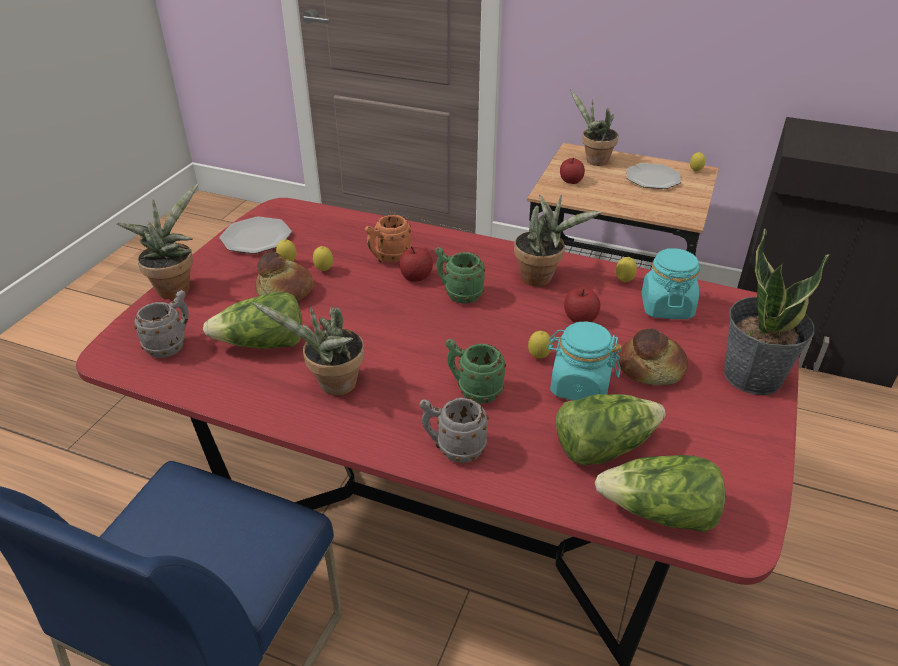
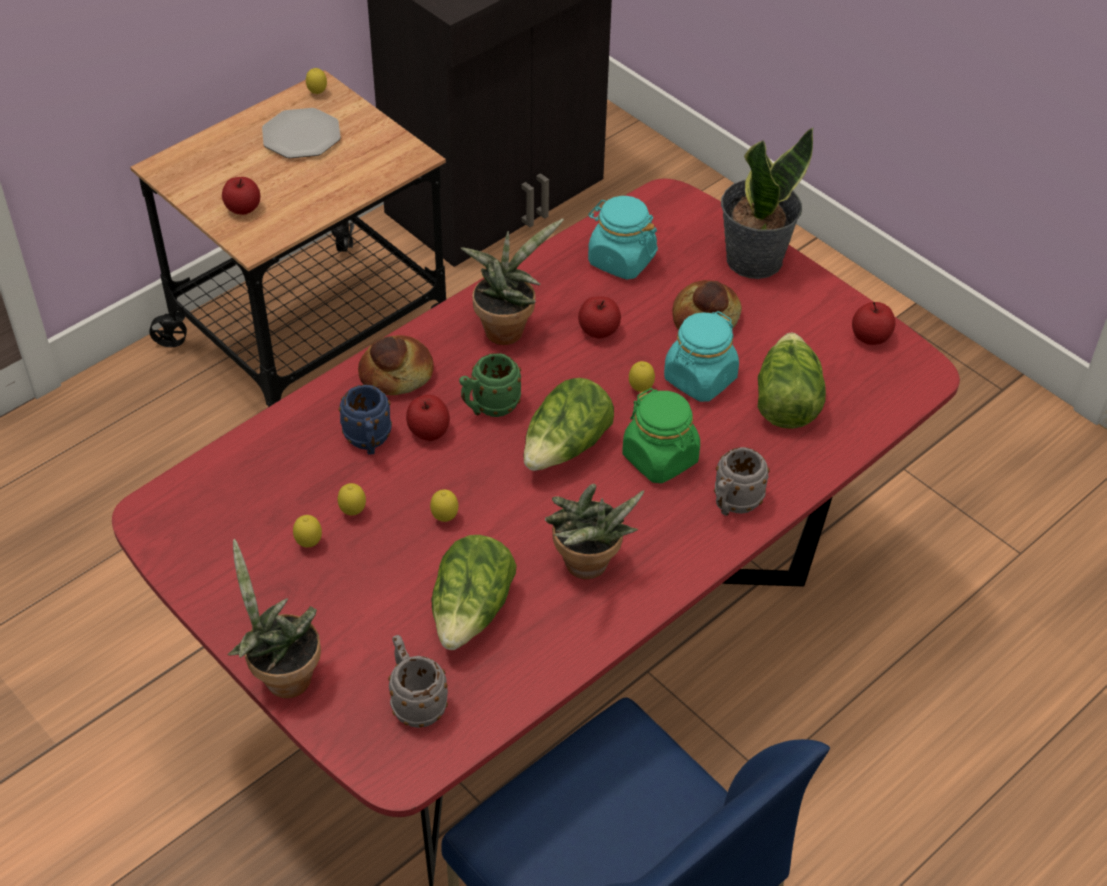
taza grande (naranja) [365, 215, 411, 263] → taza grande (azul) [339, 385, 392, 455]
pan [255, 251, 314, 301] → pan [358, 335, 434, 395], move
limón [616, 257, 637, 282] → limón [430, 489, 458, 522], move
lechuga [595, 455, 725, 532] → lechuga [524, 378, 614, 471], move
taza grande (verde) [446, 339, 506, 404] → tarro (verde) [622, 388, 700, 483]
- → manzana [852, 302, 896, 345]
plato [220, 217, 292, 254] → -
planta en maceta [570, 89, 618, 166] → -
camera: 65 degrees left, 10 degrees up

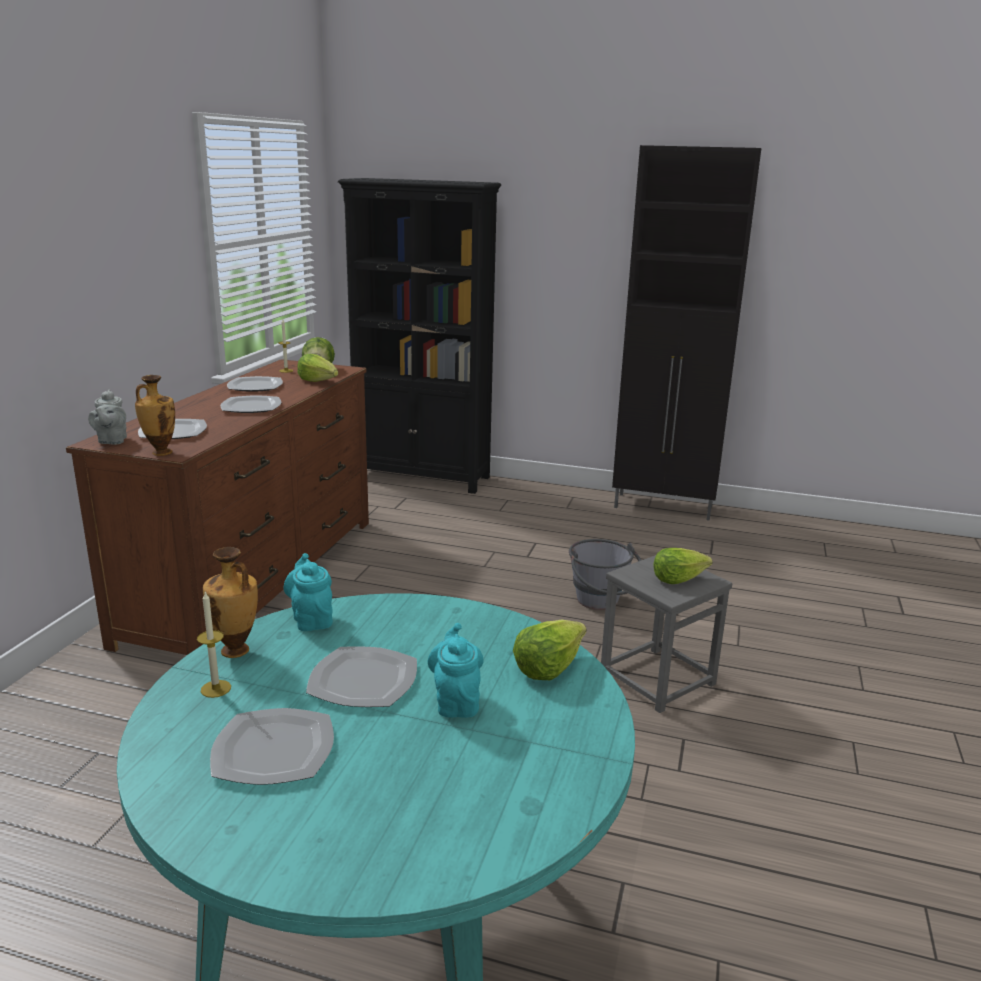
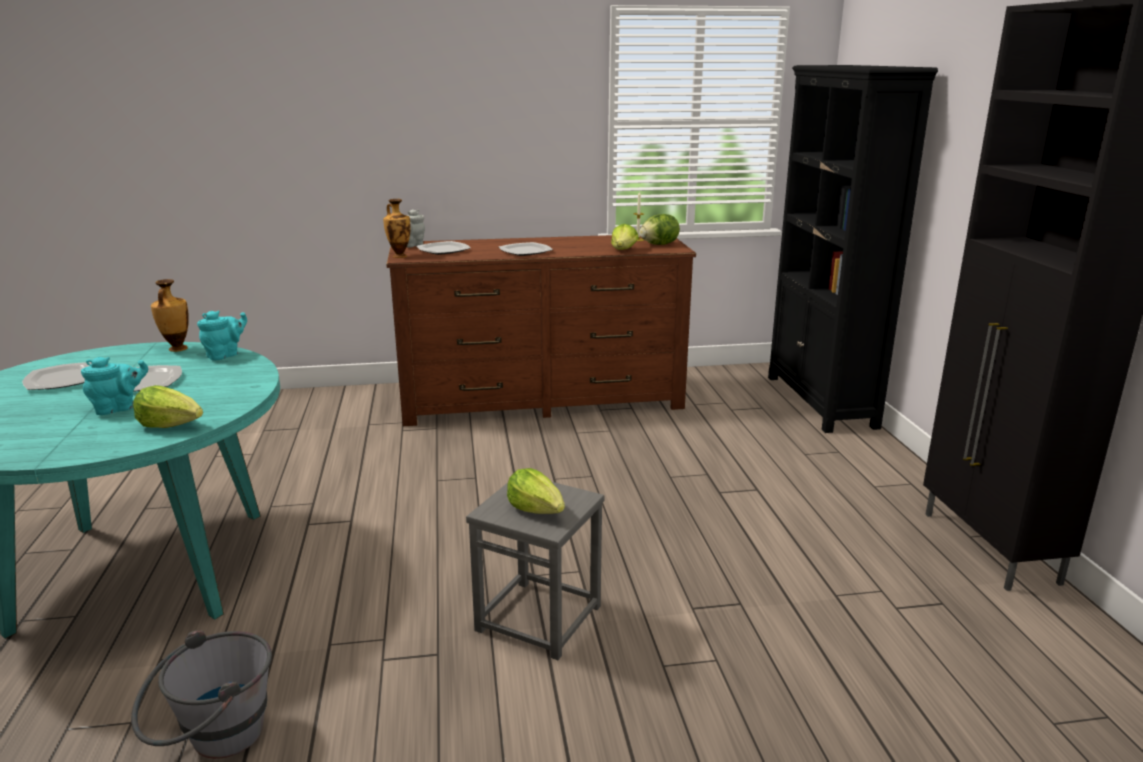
cubo (gris) [569, 539, 641, 610] → cubo (gris) [131, 630, 272, 759], move
vela [197, 592, 231, 698] → -
plato [227, 376, 283, 392] → -
camera: 65 degrees right, 0 degrees up

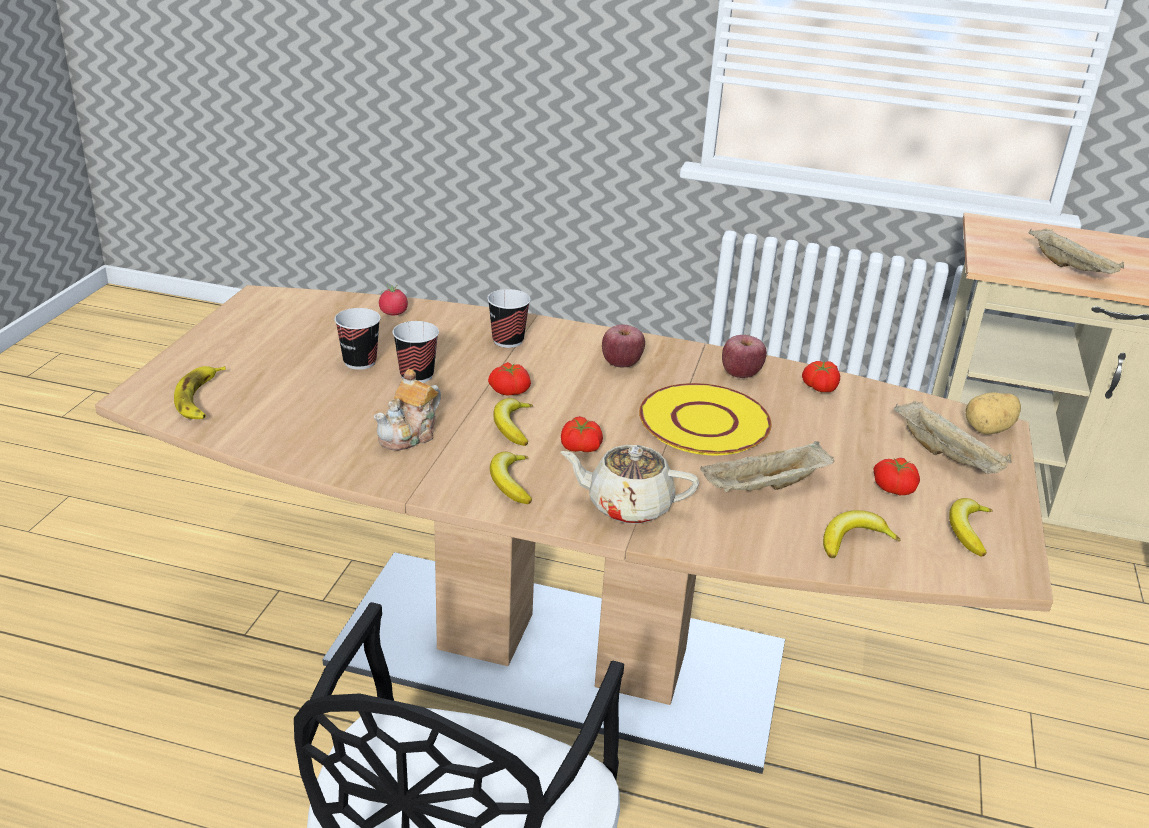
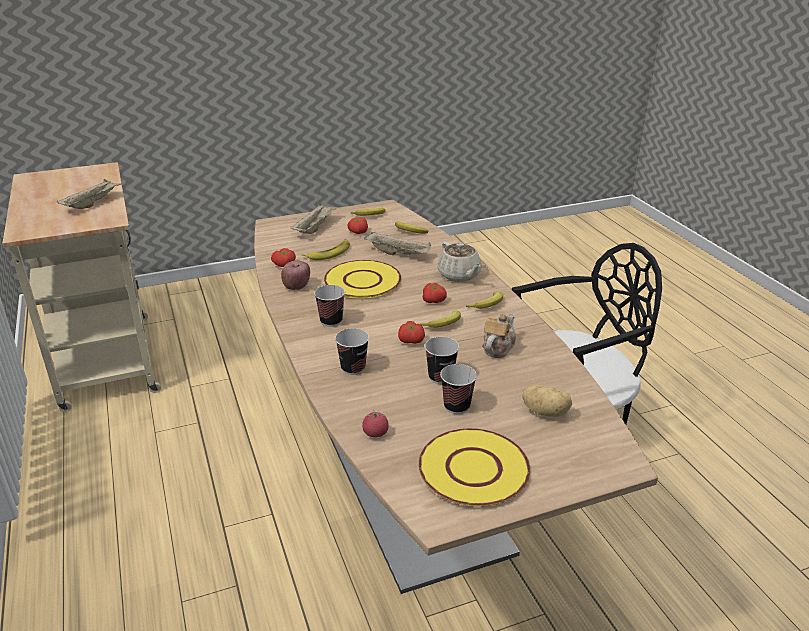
plátano [174, 366, 226, 419] → plátano [302, 239, 350, 260], move
manzana [602, 325, 645, 367] → taza [314, 285, 345, 327]
- → plato (amarillo) [418, 428, 530, 506]
tetera [374, 369, 441, 451] → tetera [482, 314, 516, 358], 60 degrees counterclockwise
patata [965, 392, 1021, 434] → patata [522, 385, 572, 417], move
camera: 125 degrees left, 0 degrees up

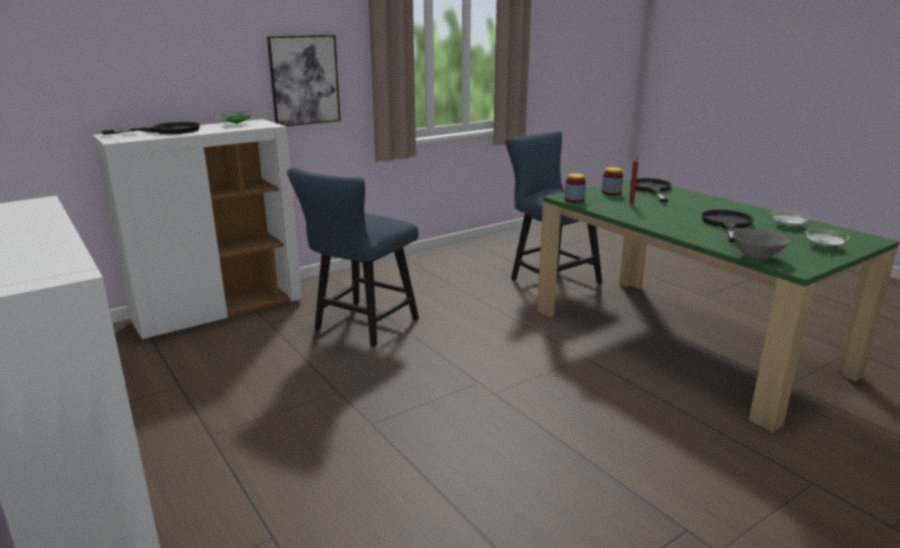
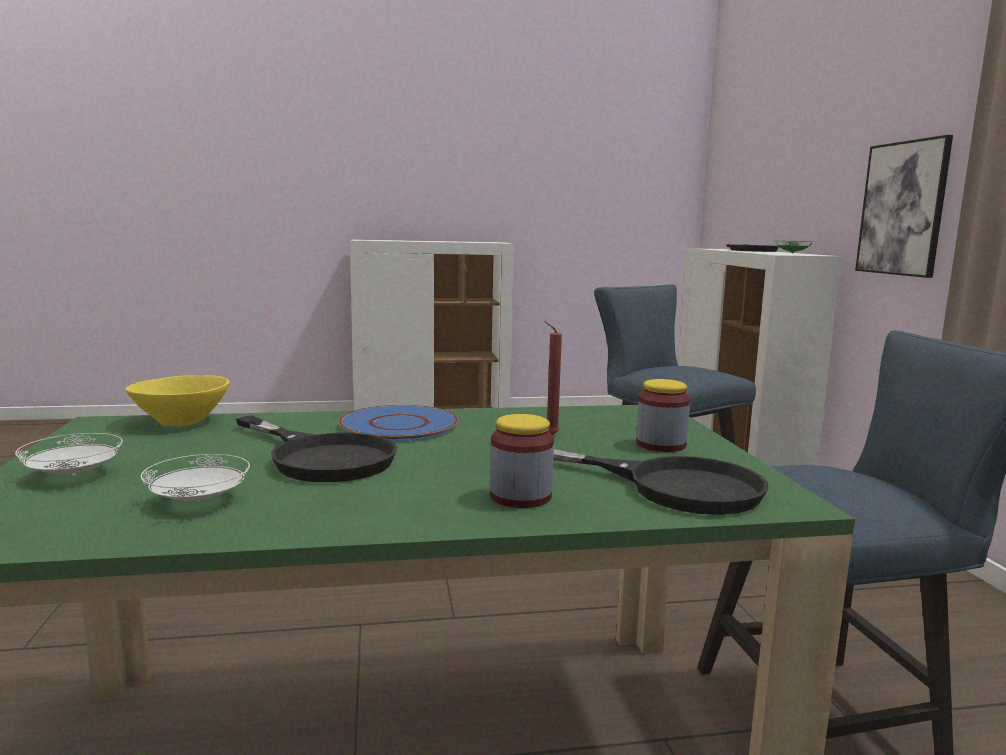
cuenco (gris) [733, 229, 790, 260] → cuenco (amarillo) [125, 375, 229, 426]
- → plato (azul) [338, 405, 459, 441]
tarro [564, 173, 586, 203] → tarro [490, 414, 554, 508], move
camera: 115 degrees right, 10 degrees down

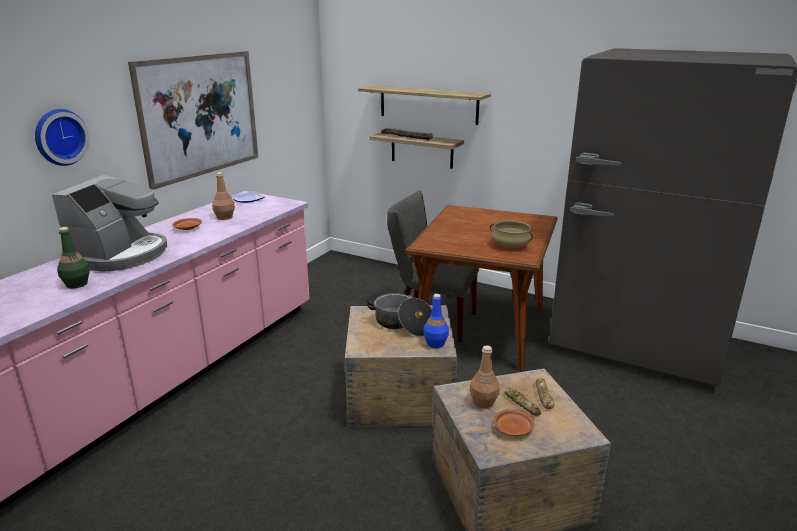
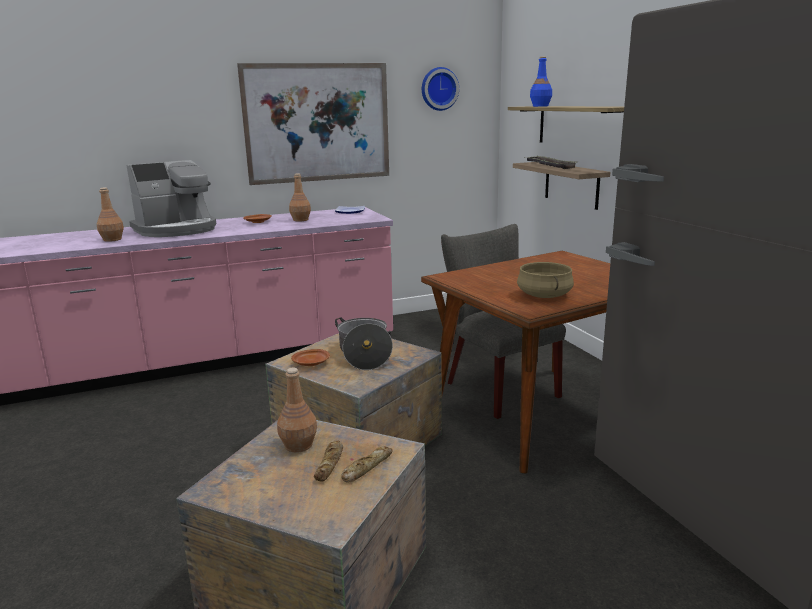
botella (verde) [57, 227, 90, 288] → botella (marrón) [97, 187, 124, 242]
plato (marrón) [494, 410, 535, 436] → plato (marrón) [291, 349, 330, 366], move
reloj de pared [35, 109, 90, 166] → reloj de pared [422, 67, 459, 111], move
botella (azul) [423, 294, 449, 348] → botella (azul) [530, 56, 552, 107], move
camera: 40 degrees right, 5 degrees down

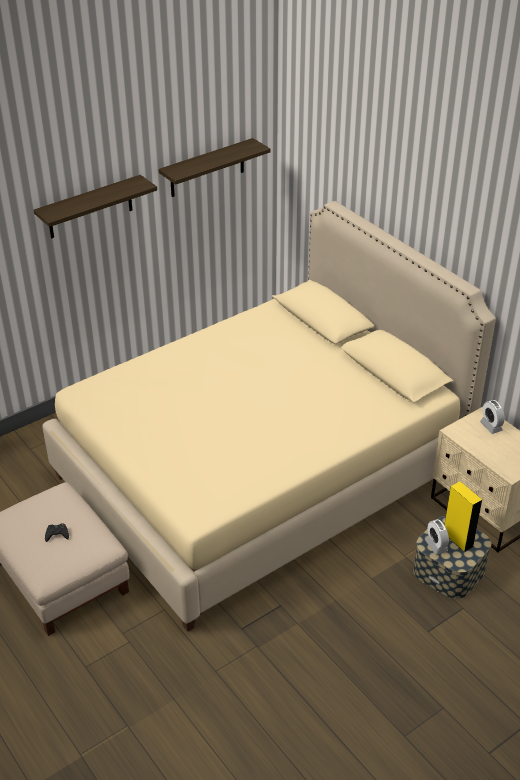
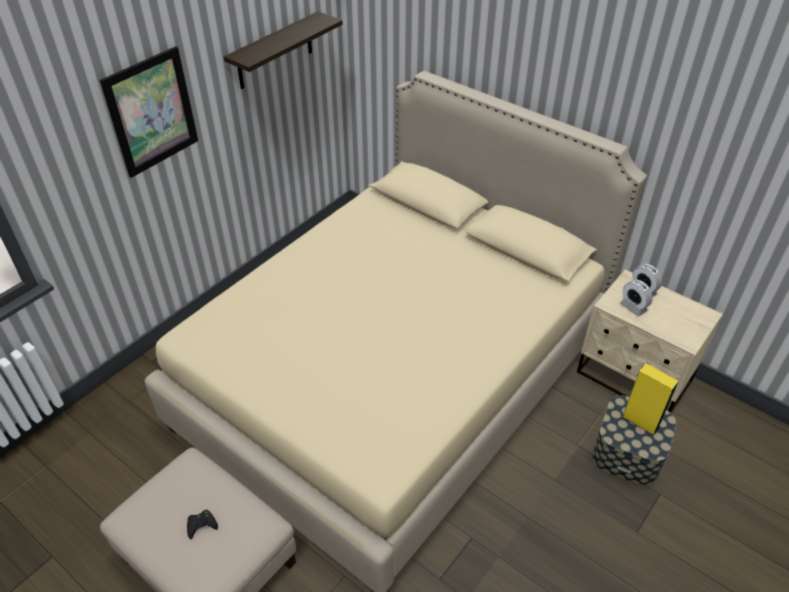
estante [34, 175, 157, 238] → cuadro [100, 46, 198, 178]
despertador [425, 519, 449, 555] → despertador [620, 280, 653, 317], move
camera: 15 degrees left, 5 degrees up

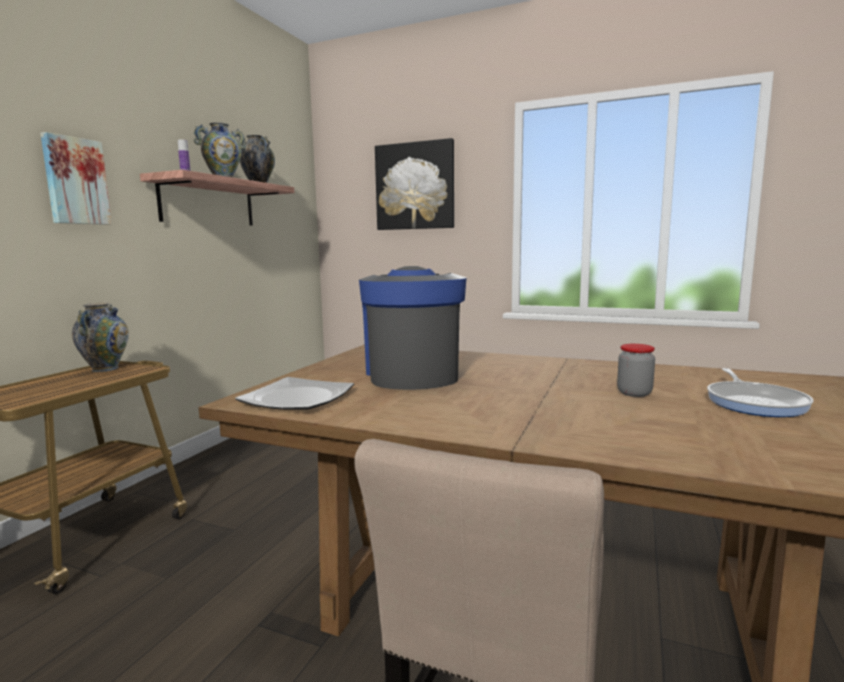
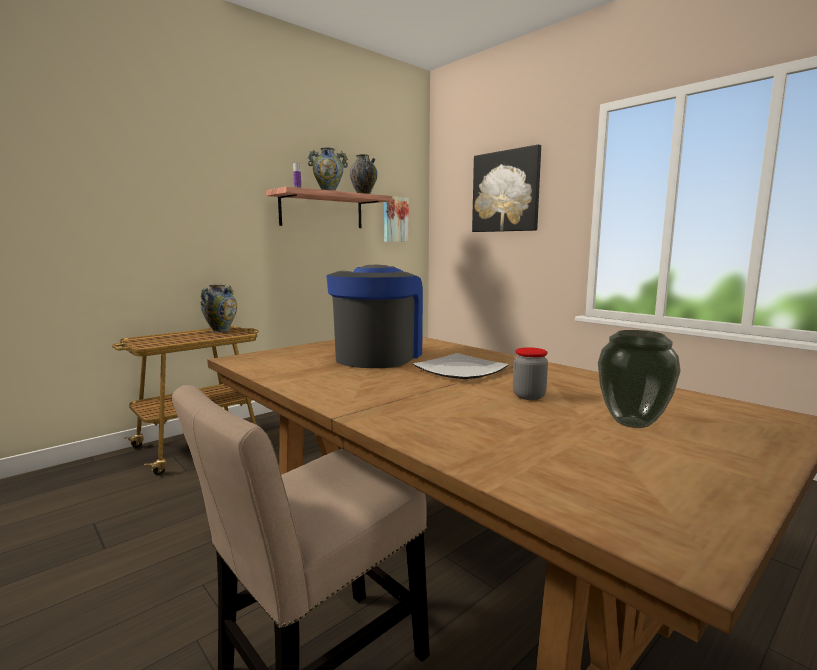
cuadro [40, 132, 112, 225] → cuadro [384, 196, 409, 242], move
plato [235, 377, 354, 410] → plato [413, 353, 509, 379], move
sartén [707, 368, 813, 417] → florero [598, 330, 681, 428]
camera: 25 degrees right, 0 degrees up

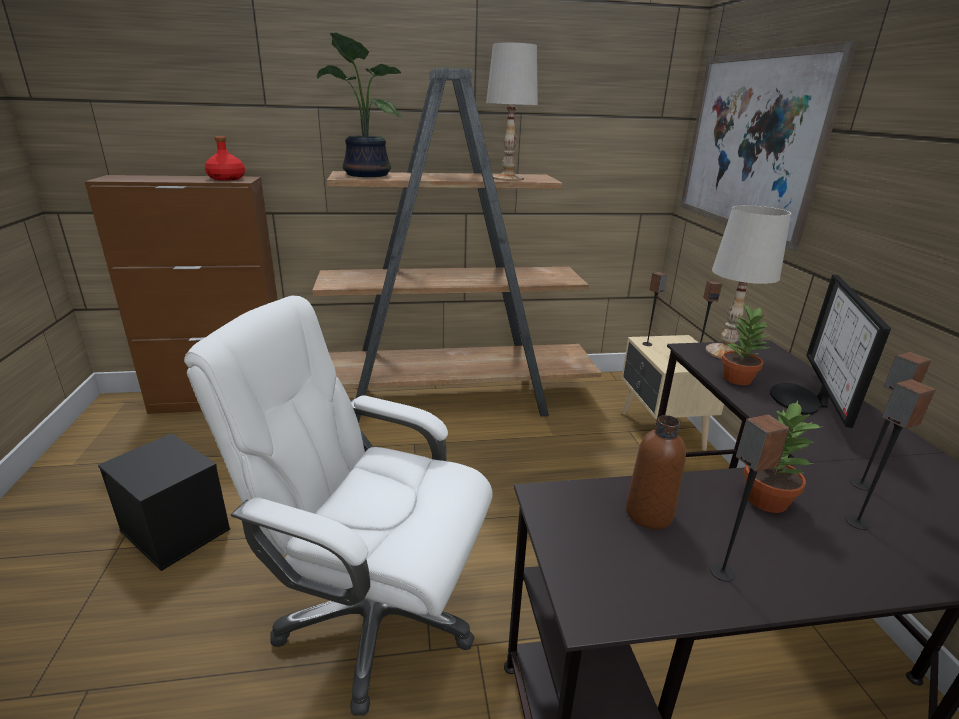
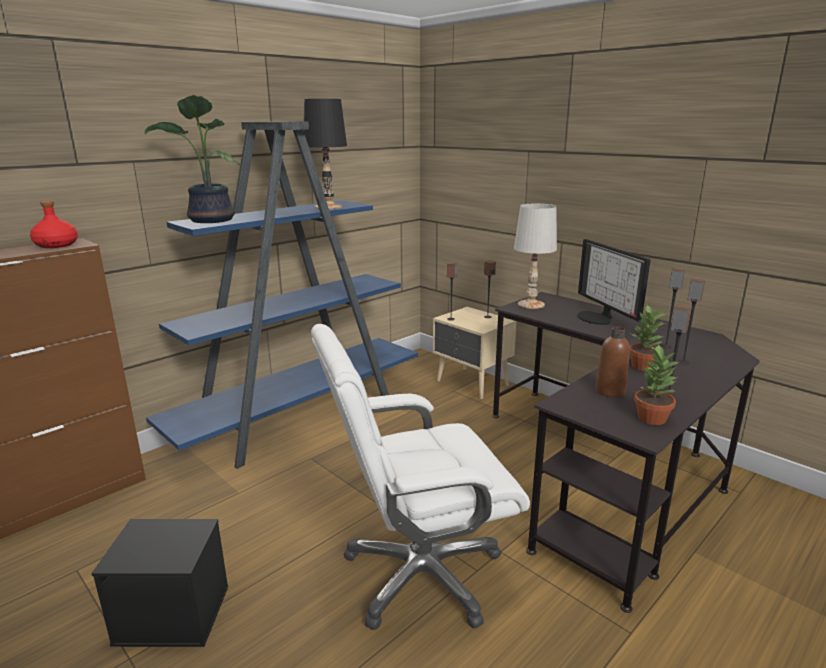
estantería (marrón) [312, 68, 602, 423] → estantería (azul) [146, 121, 418, 469]
lámpara de mesa (blanco) [486, 42, 538, 181] → lámpara de mesa (negro) [304, 99, 347, 209]
planta en maceta [721, 304, 769, 385] → planta en maceta [634, 344, 679, 425], move
cuadro [680, 41, 858, 251] → -
camera: 35 degrees left, 5 degrees down

